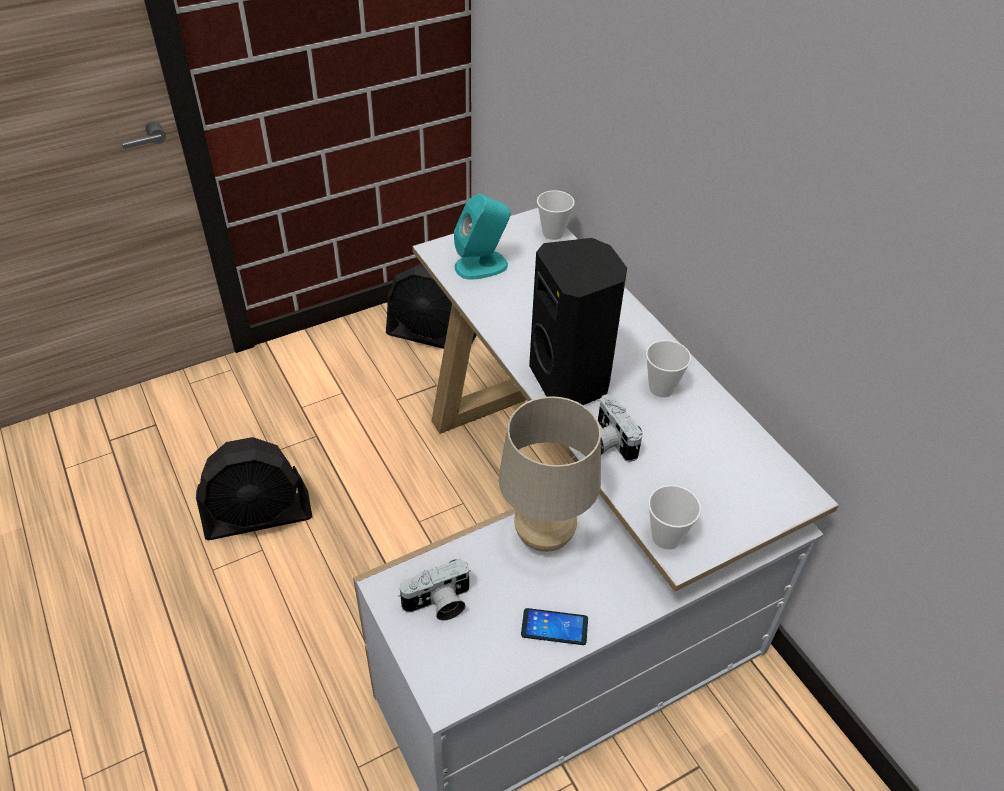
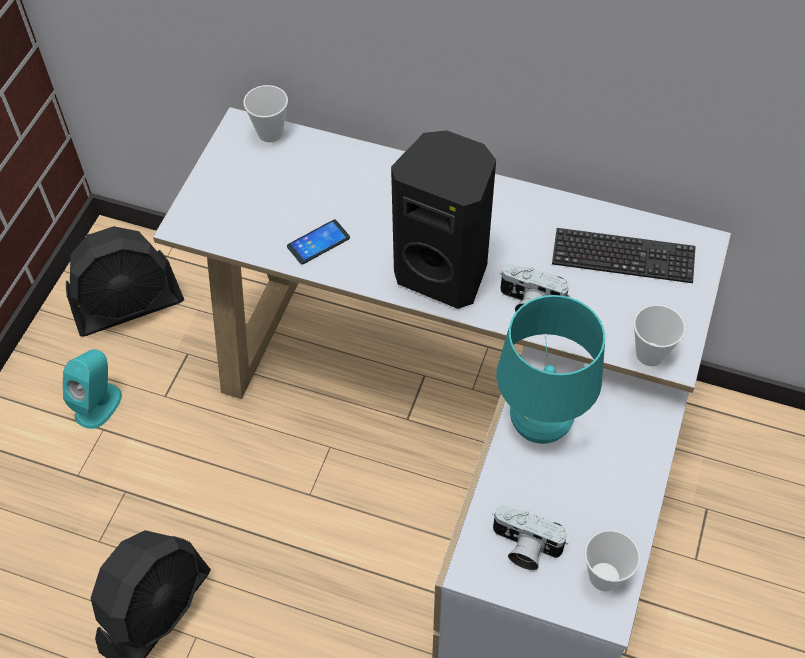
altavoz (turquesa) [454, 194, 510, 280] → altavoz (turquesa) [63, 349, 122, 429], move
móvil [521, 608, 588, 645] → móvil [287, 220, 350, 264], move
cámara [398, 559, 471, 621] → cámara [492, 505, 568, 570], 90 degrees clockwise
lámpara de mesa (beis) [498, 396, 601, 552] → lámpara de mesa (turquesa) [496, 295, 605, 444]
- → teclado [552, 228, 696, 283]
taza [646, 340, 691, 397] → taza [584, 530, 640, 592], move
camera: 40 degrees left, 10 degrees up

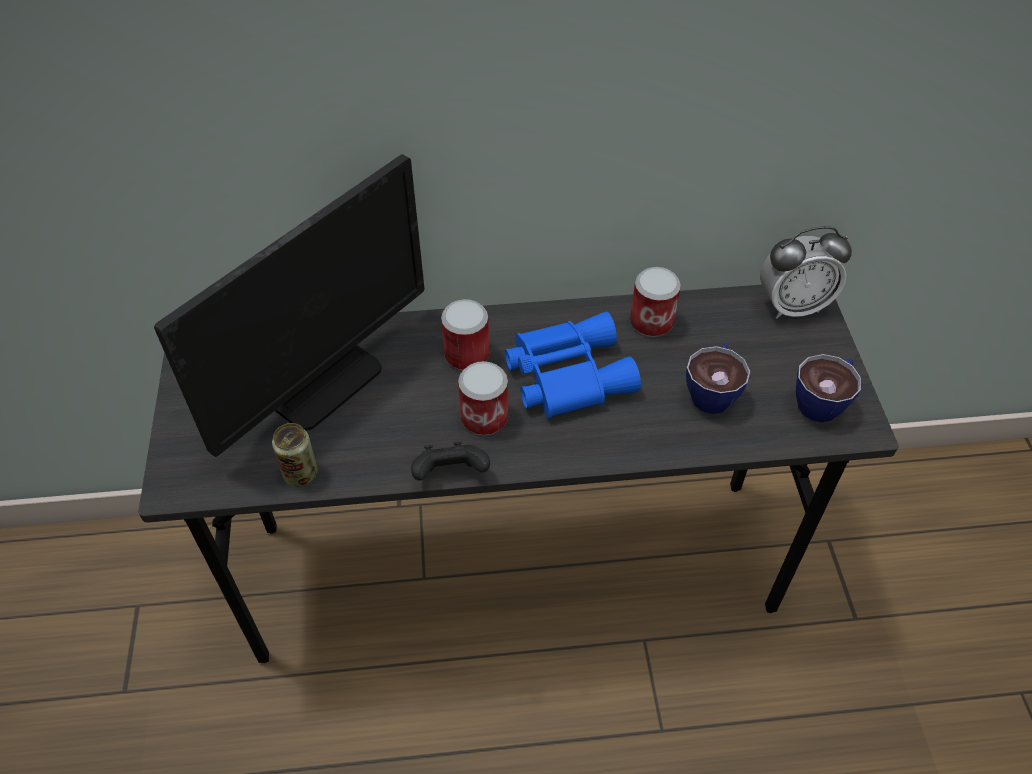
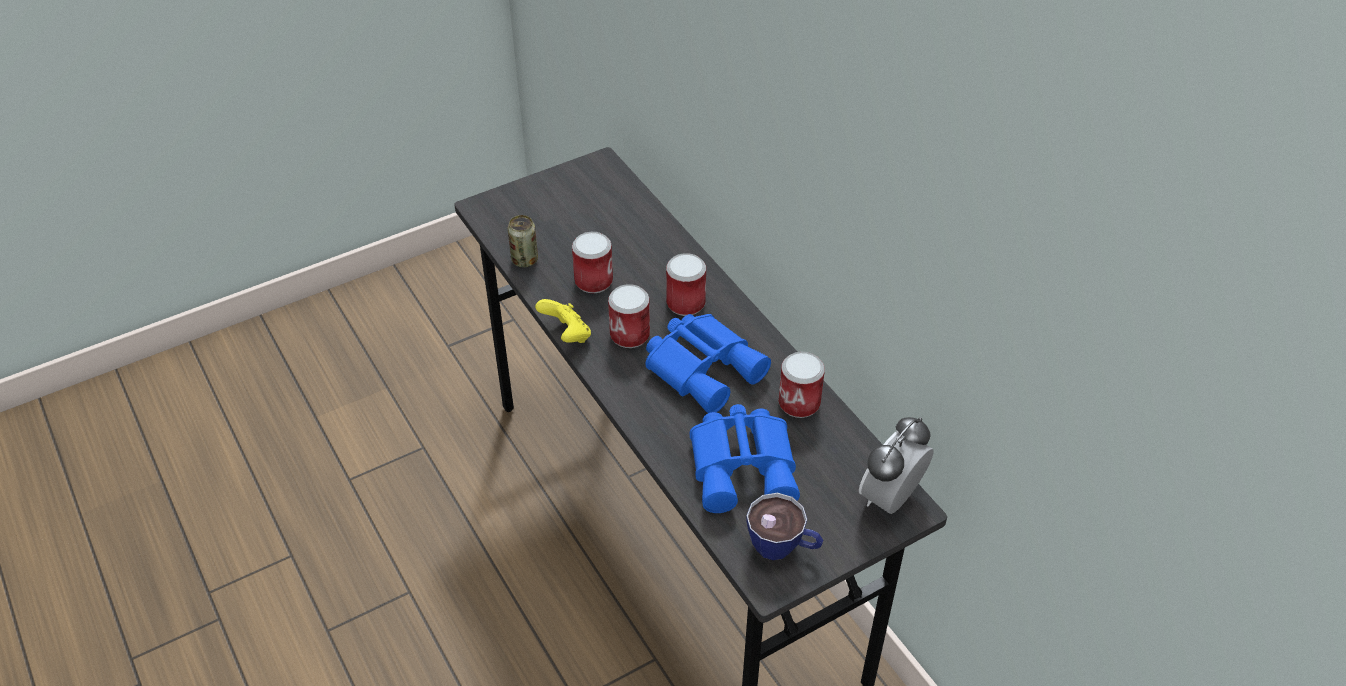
mando de consola (negro) [411, 442, 490, 481] → mando de consola (amarillo) [535, 299, 591, 343]
- → lata [572, 232, 613, 293]
taza [686, 344, 750, 414] → prismáticos (azul) [689, 404, 800, 513]
despertador [760, 226, 852, 319] → despertador [859, 417, 934, 514], 75 degrees clockwise
monitor [154, 154, 424, 457] → -
camera: 65 degrees right, 5 degrees down

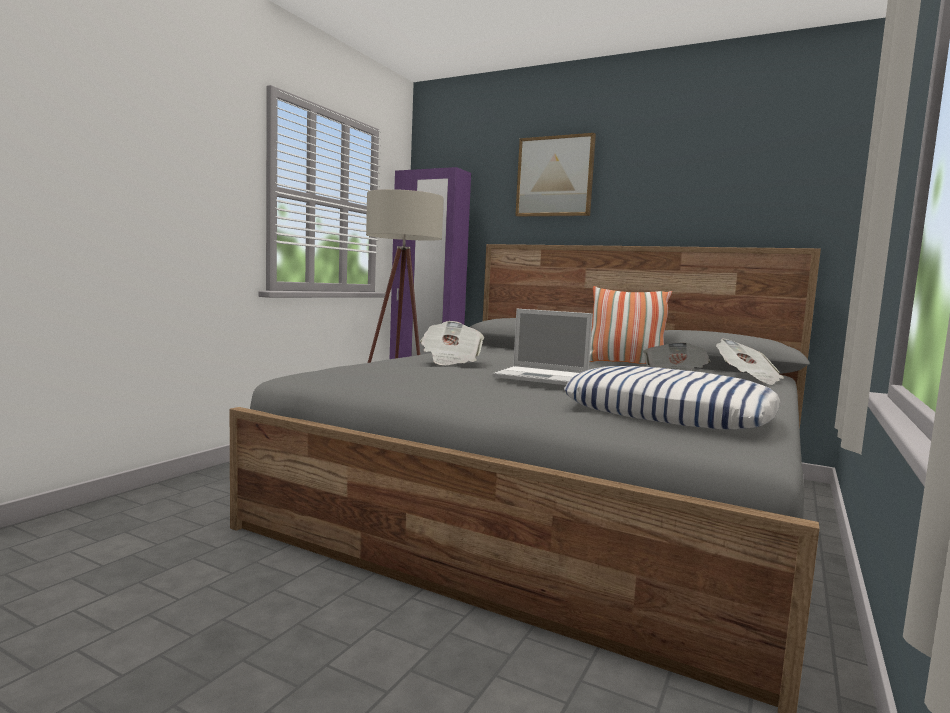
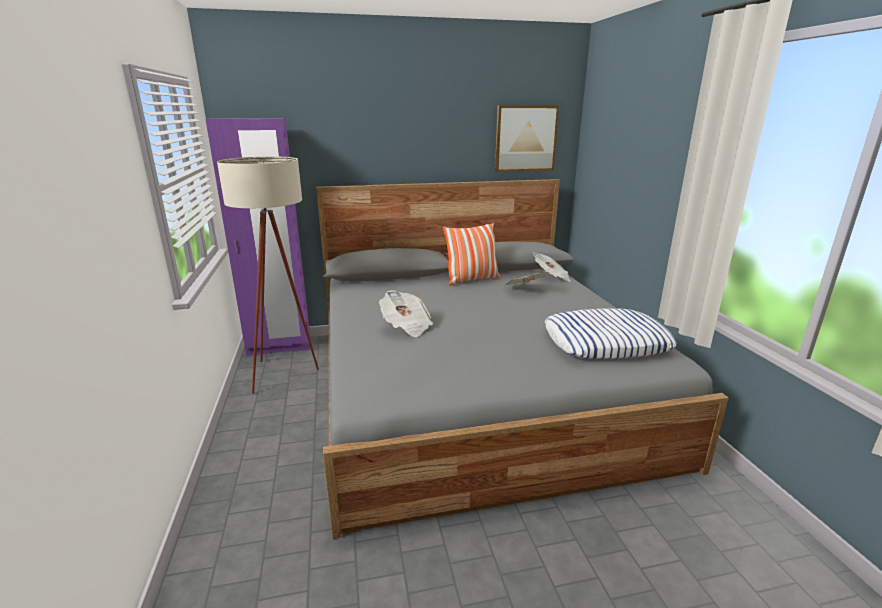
cuadro [515, 133, 596, 217] → cuadro [495, 105, 559, 172], move
portátil [492, 309, 593, 385] → -
camera: 40 degrees left, 15 degrees up

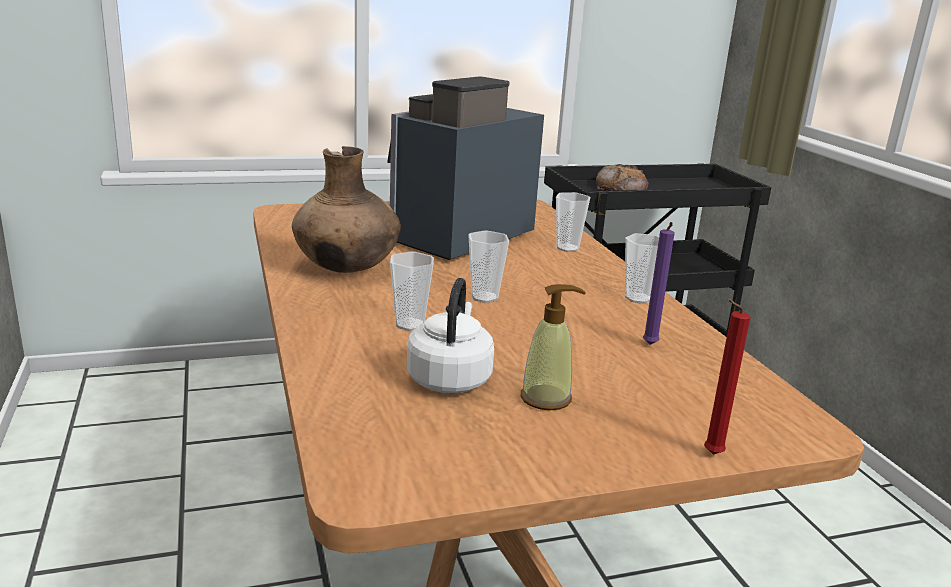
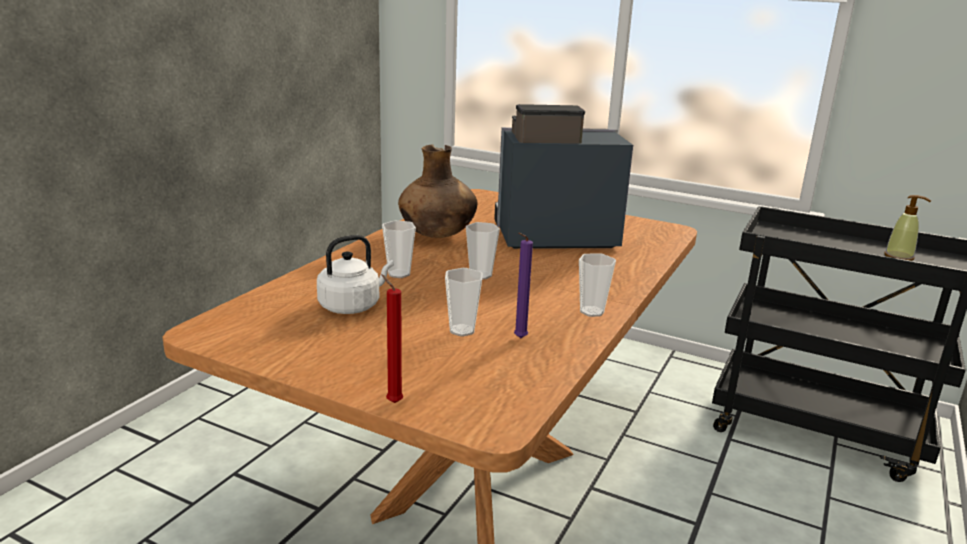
taza [556, 192, 590, 252] → taza [445, 268, 482, 336], move
dispensador de jabón [521, 284, 585, 410] → dispensador de jabón [884, 195, 931, 261], move
pan [596, 164, 649, 191] → -
camera: 45 degrees right, 0 degrees up

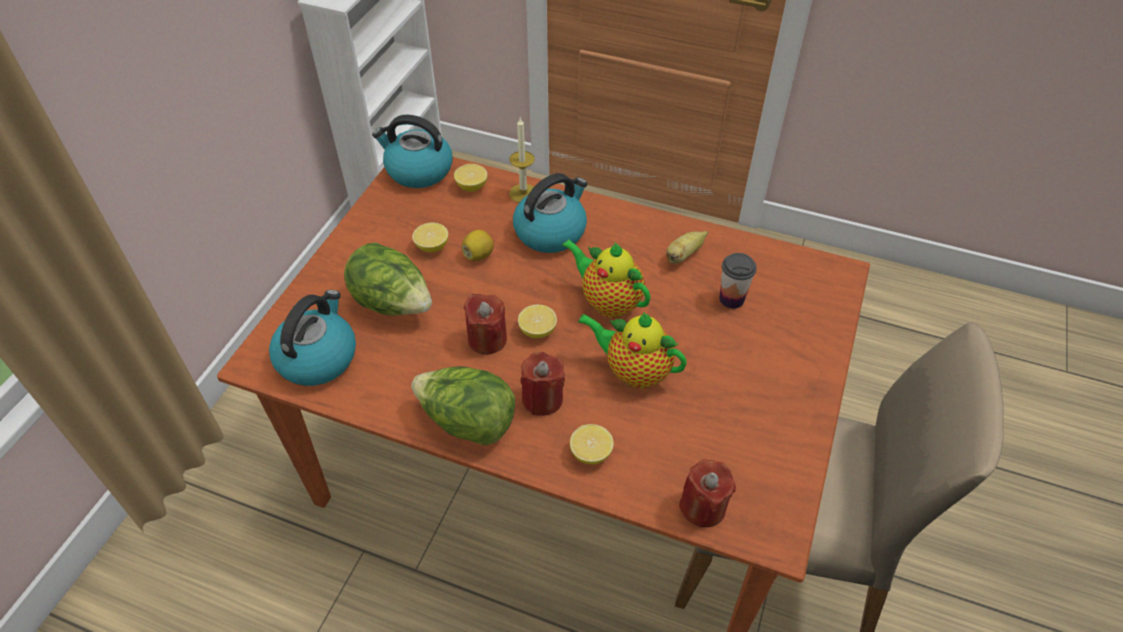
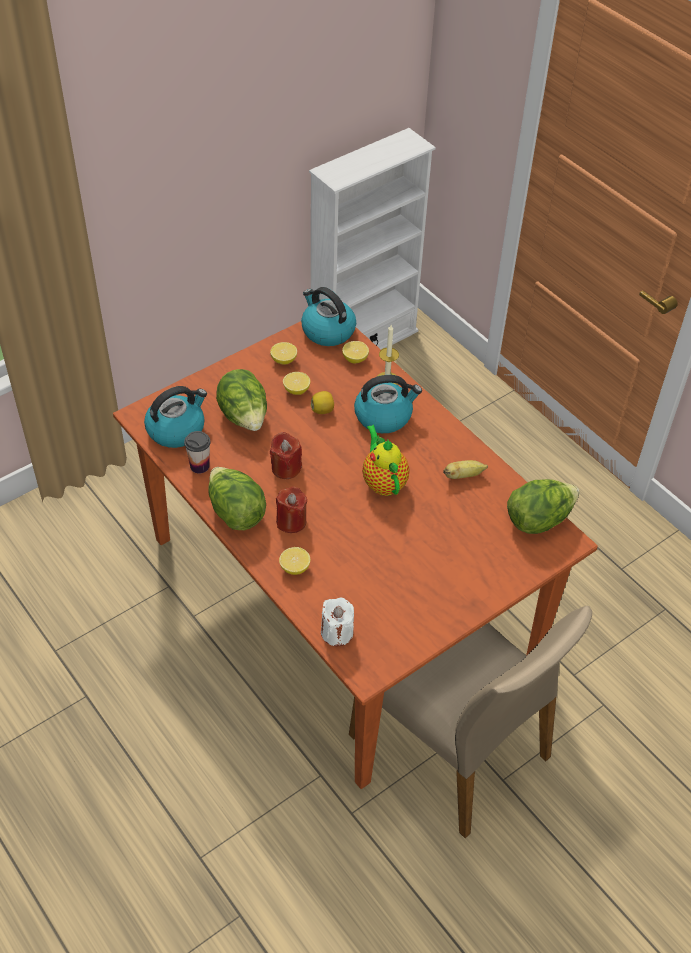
taza [719, 253, 757, 309] → taza [184, 431, 210, 473], move
limón [518, 305, 557, 338] → limón [270, 342, 297, 365], move
vela (rojo) [679, 459, 736, 527] → vela (blanco) [321, 598, 354, 646]
- → lechuga [507, 479, 580, 534]
tetera [578, 312, 687, 388] → -
camera: 30 degrees right, 0 degrees up

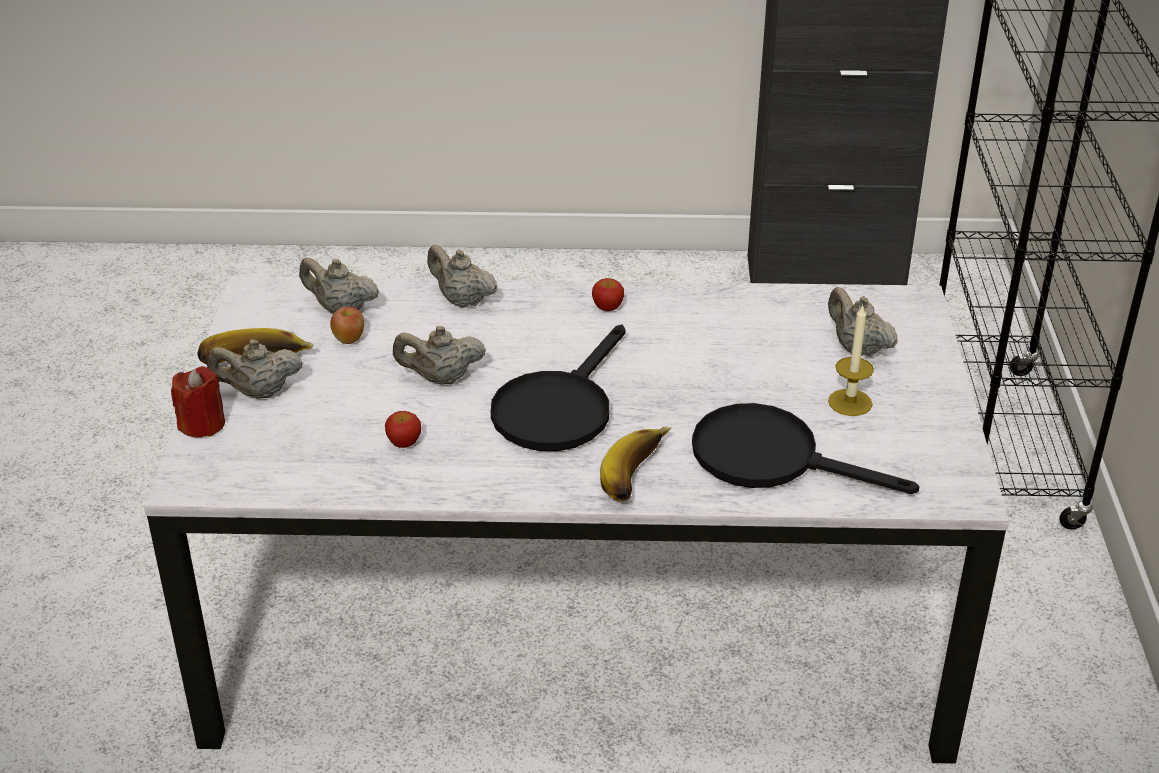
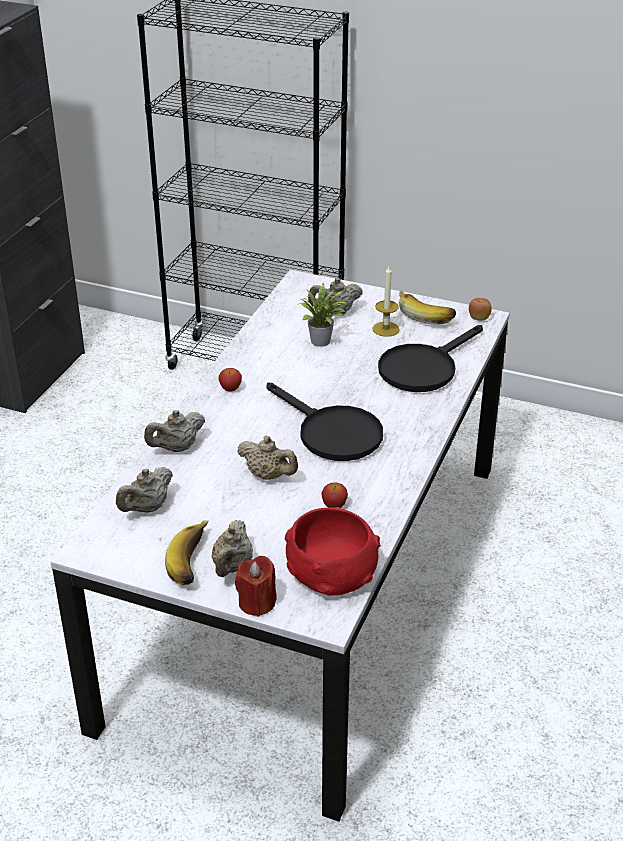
tetera (beis) [393, 326, 486, 385] → tetera (beis) [237, 436, 298, 480], 75 degrees counterclockwise
- → cuenco (rojo) [285, 507, 381, 596]
- → planta en maceta [297, 282, 349, 347]
plátano [600, 427, 671, 501] → plátano [399, 291, 456, 325], move
manzana [330, 307, 364, 344] → manzana [469, 298, 492, 321], move
camera: 70 degrees left, 0 degrees up

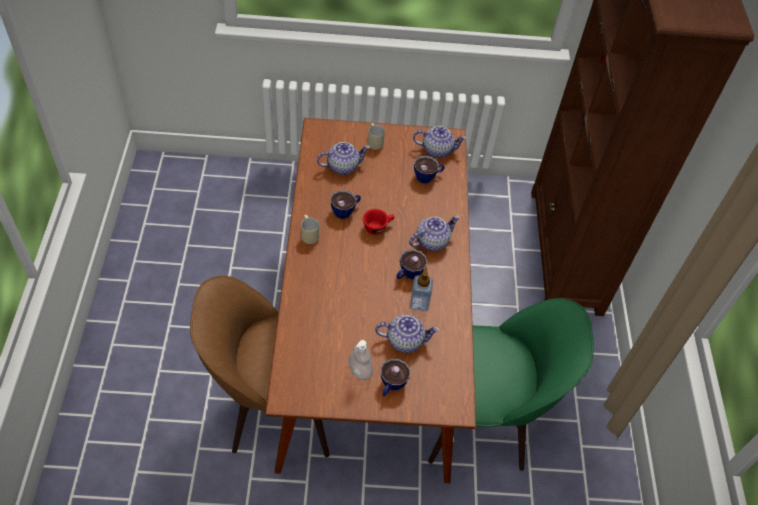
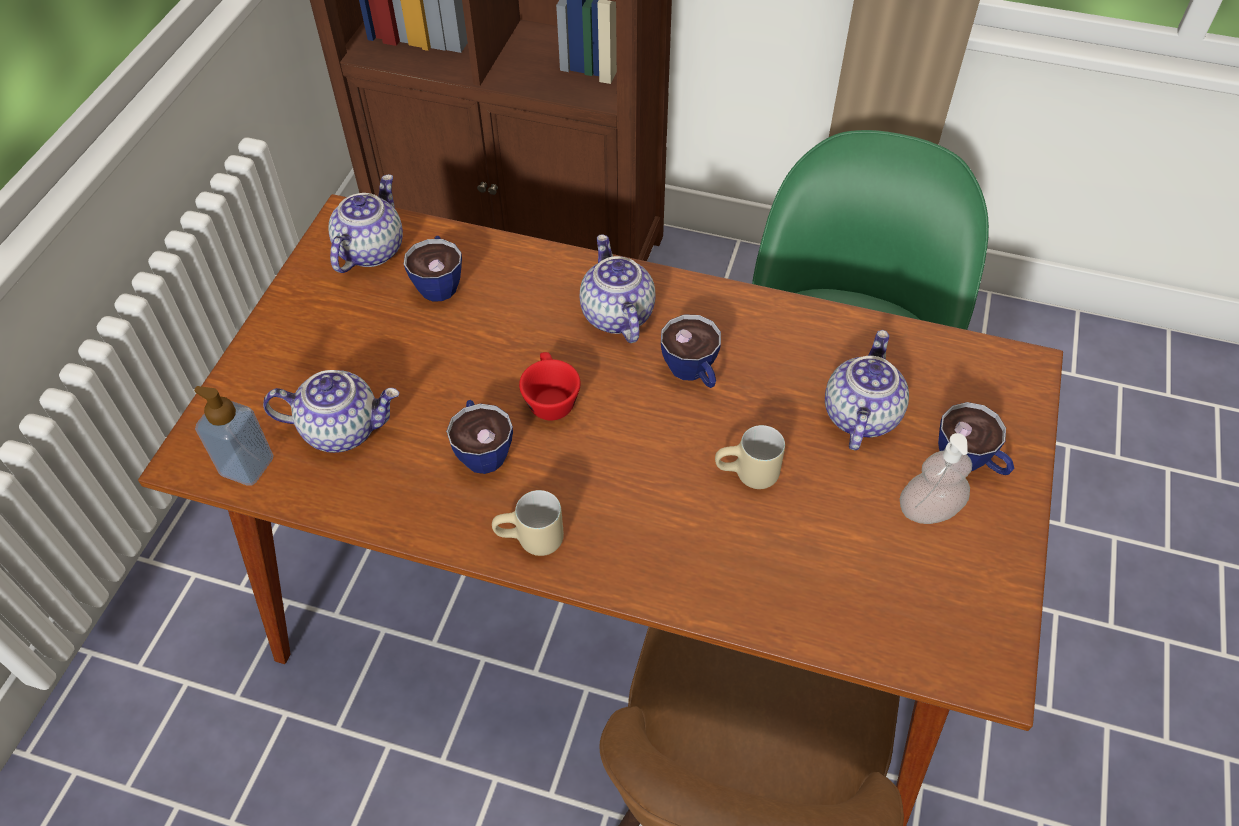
dispensador de jabón [410, 267, 433, 312] → dispensador de jabón [194, 386, 274, 486], move
tetera [317, 142, 370, 175] → tetera [263, 370, 399, 453], 90 degrees clockwise
taza grande (beis) [368, 123, 385, 150] → taza grande (beis) [715, 425, 785, 489], move
camera: 70 degrees left, 0 degrees up

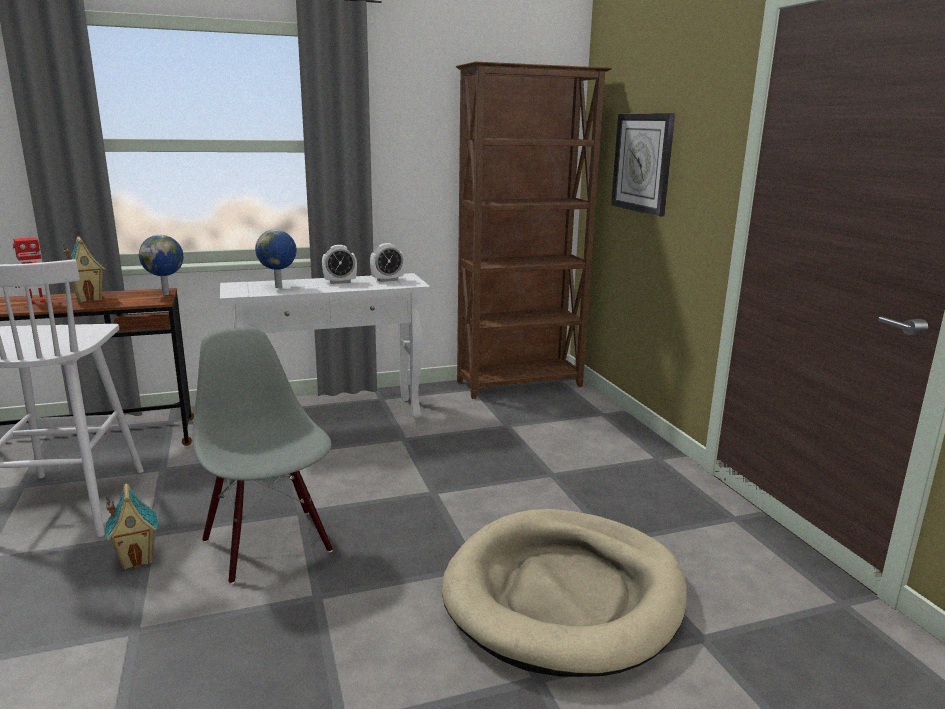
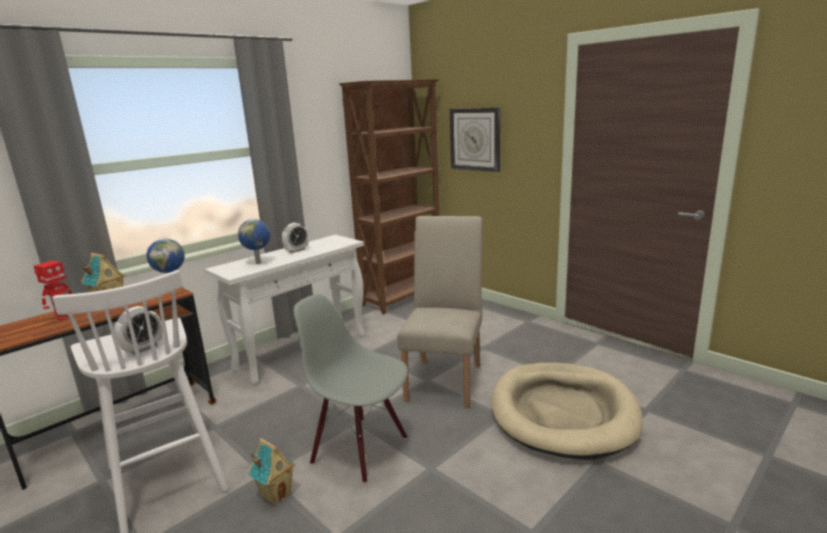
despertador [370, 243, 405, 282] → despertador [114, 306, 163, 355], move
- → silla (beis) [397, 216, 483, 408]
camera: 25 degrees left, 0 degrees up

